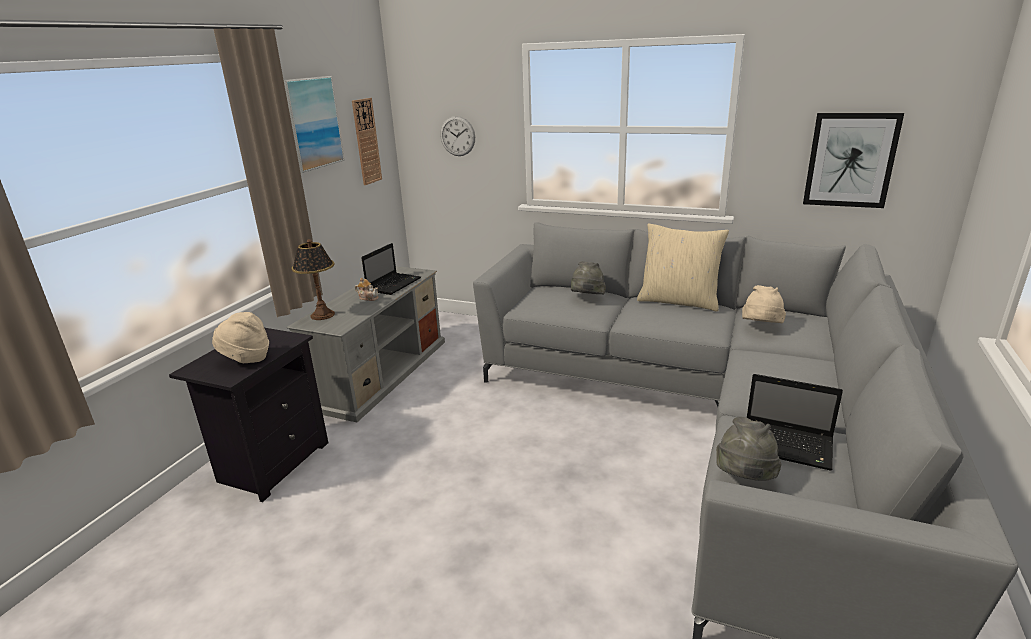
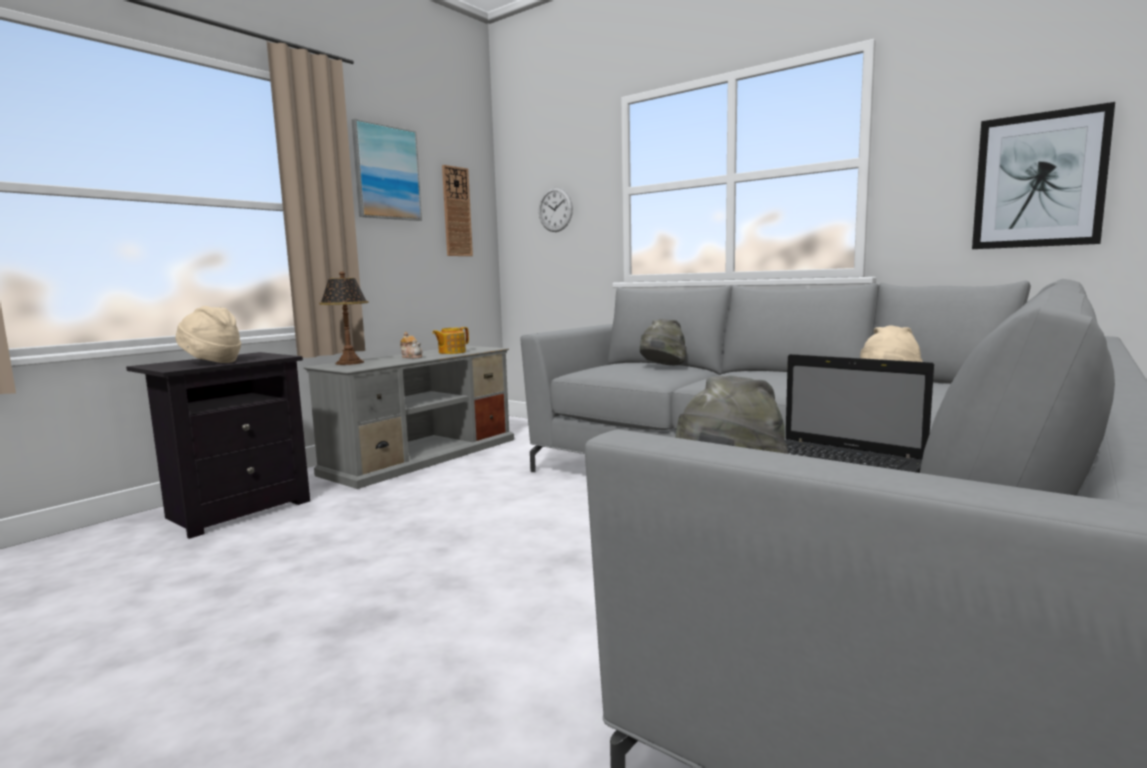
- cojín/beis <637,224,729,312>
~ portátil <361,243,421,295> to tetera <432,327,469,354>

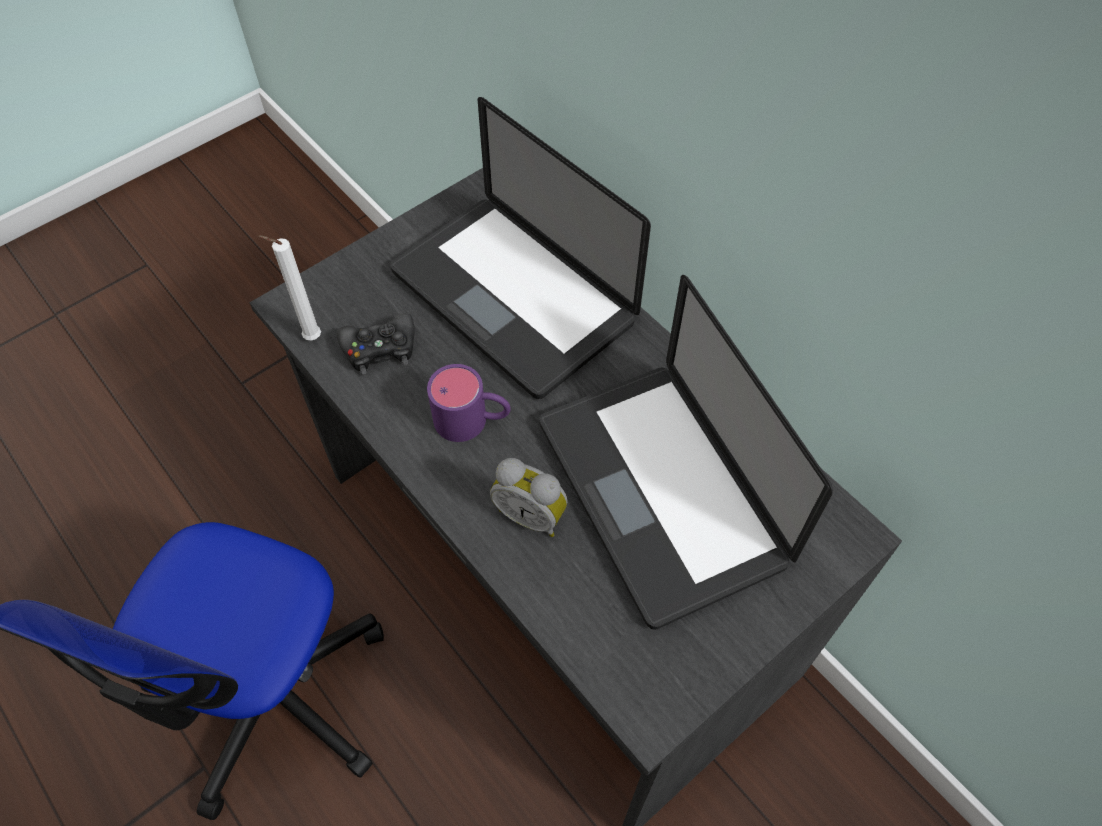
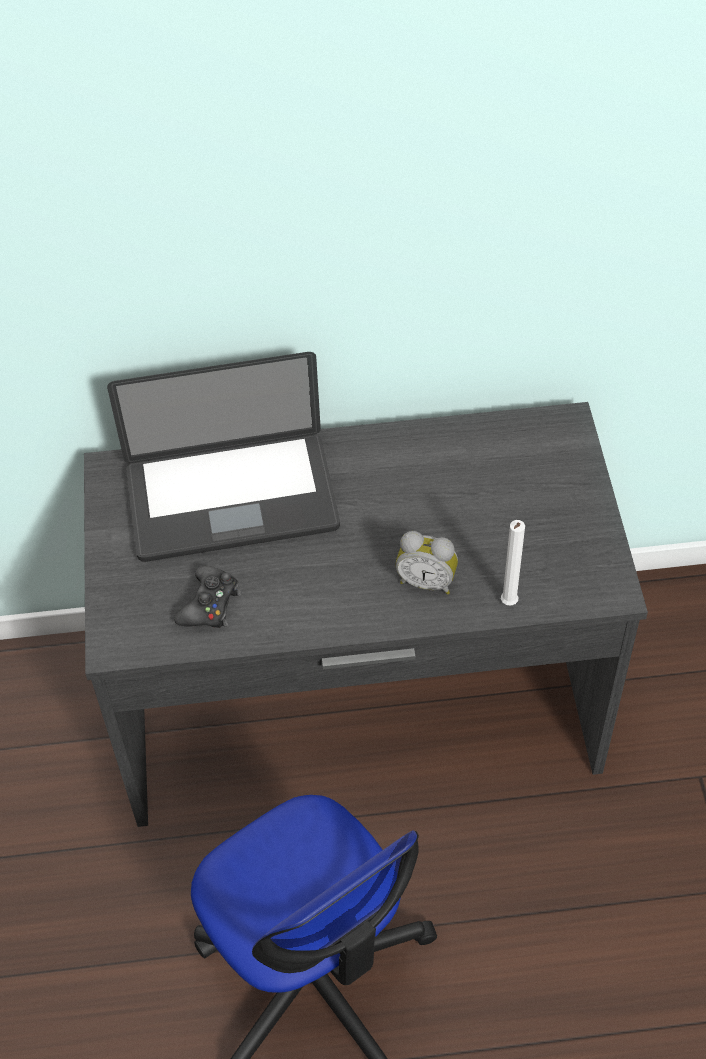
~ vela/blanco <258,235,321,340> to <501,520,525,606>
- portátil <539,275,833,630>
- taza grande/morado <427,364,511,442>
~ despertador <490,458,568,537> = <395,531,458,594> 45 degrees clockwise

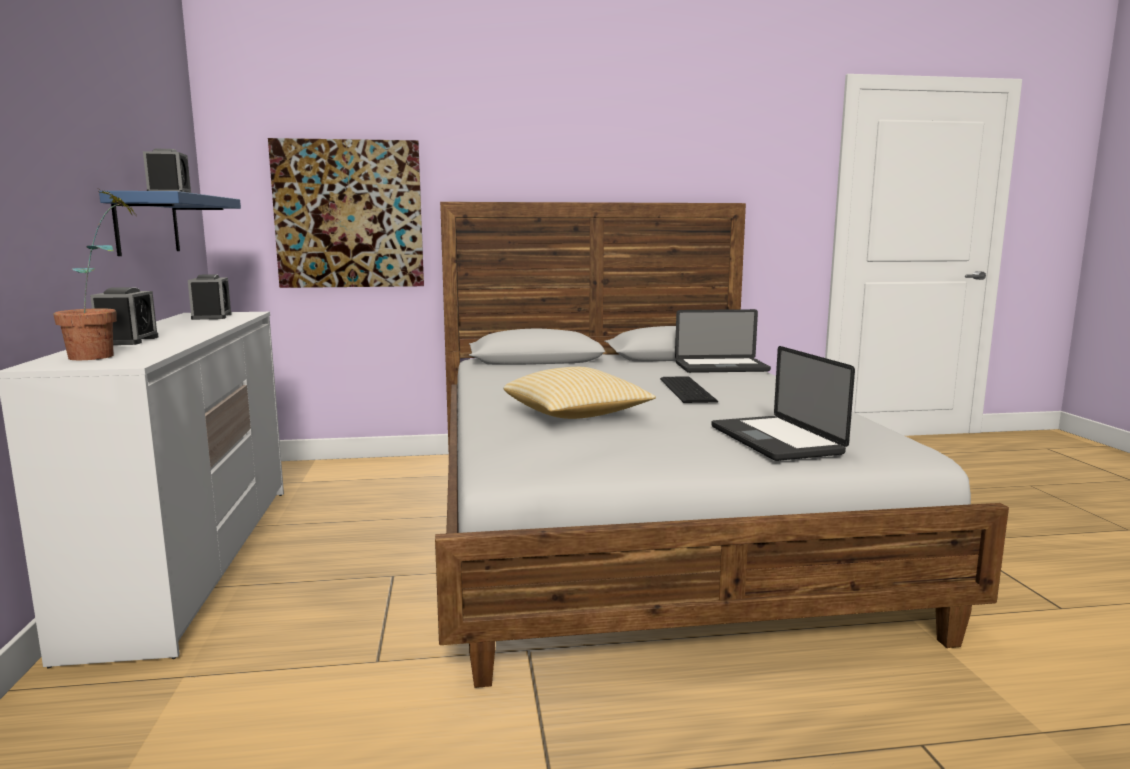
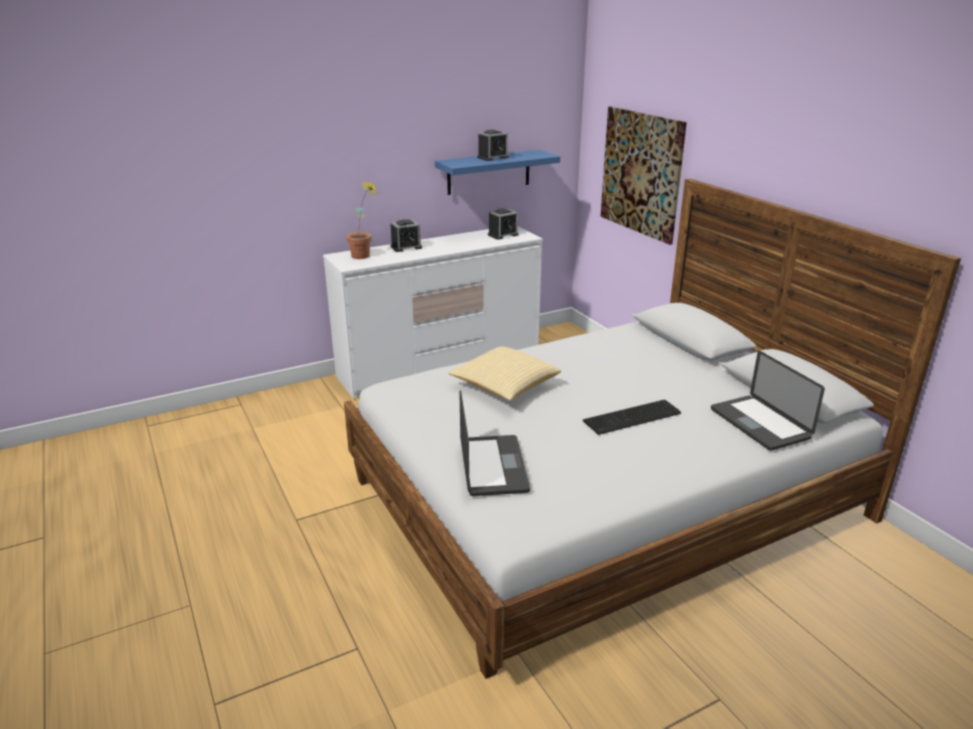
~ portátil <712,346,855,461> = <460,390,530,496> 120 degrees clockwise

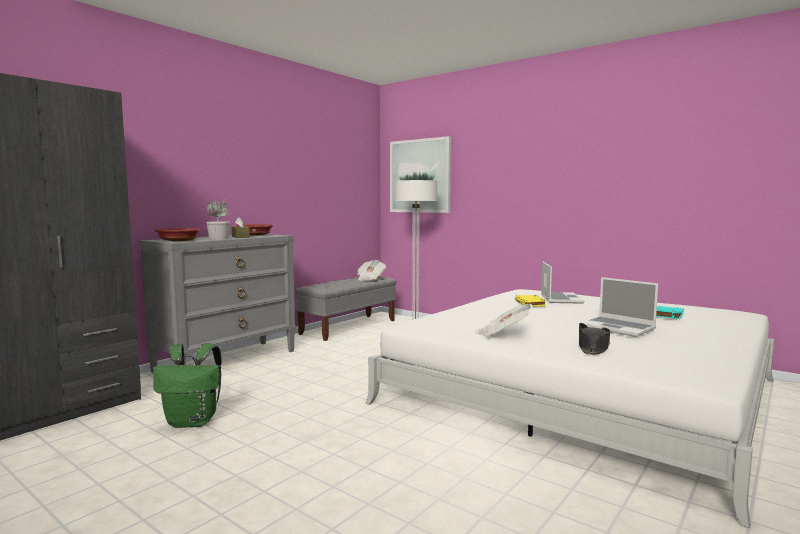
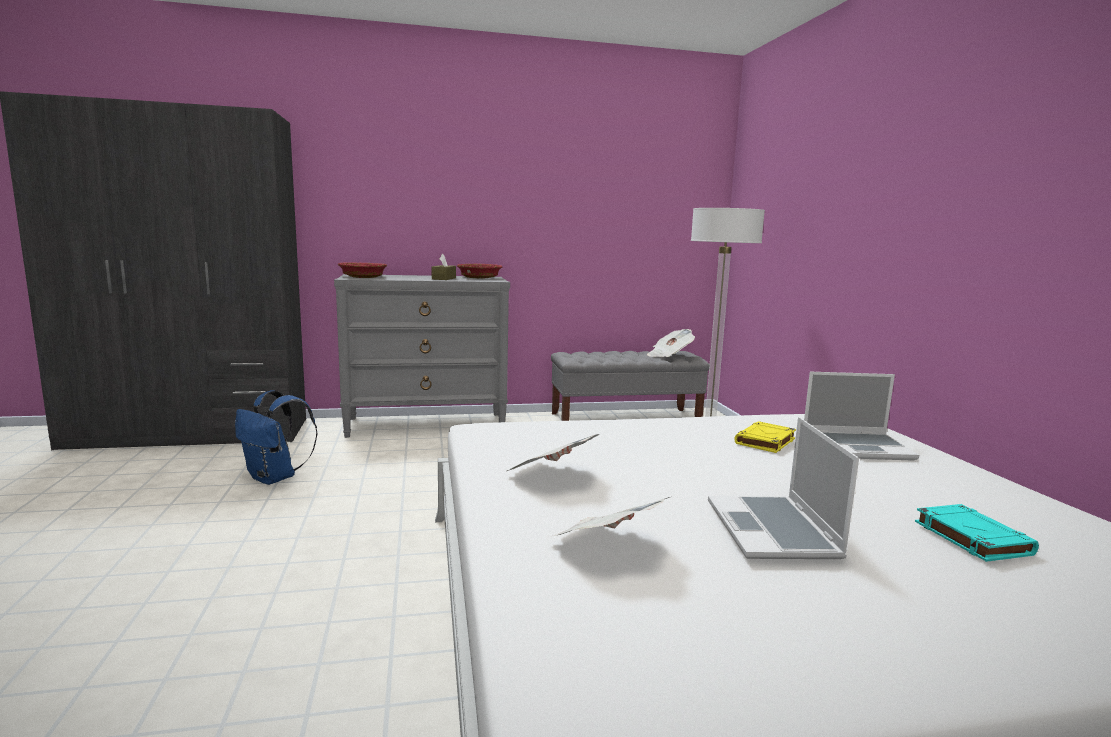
- cuadro <390,136,451,213>
- planta en maceta <206,199,230,240>
~ portátil <541,262,585,304> = <804,372,919,461> 45 degrees clockwise
~ sombrero/negro <579,323,610,354> to periódico <550,497,670,537>
~ mochila/verde <153,343,222,428> to mochila/azul <235,390,317,485>

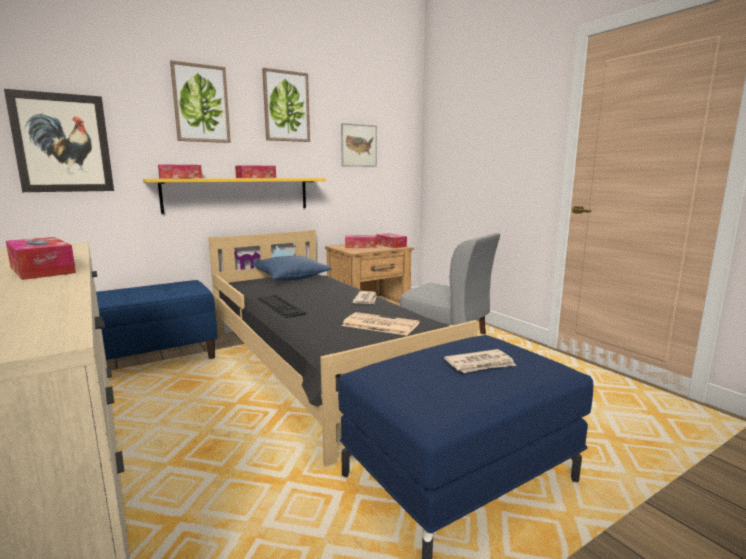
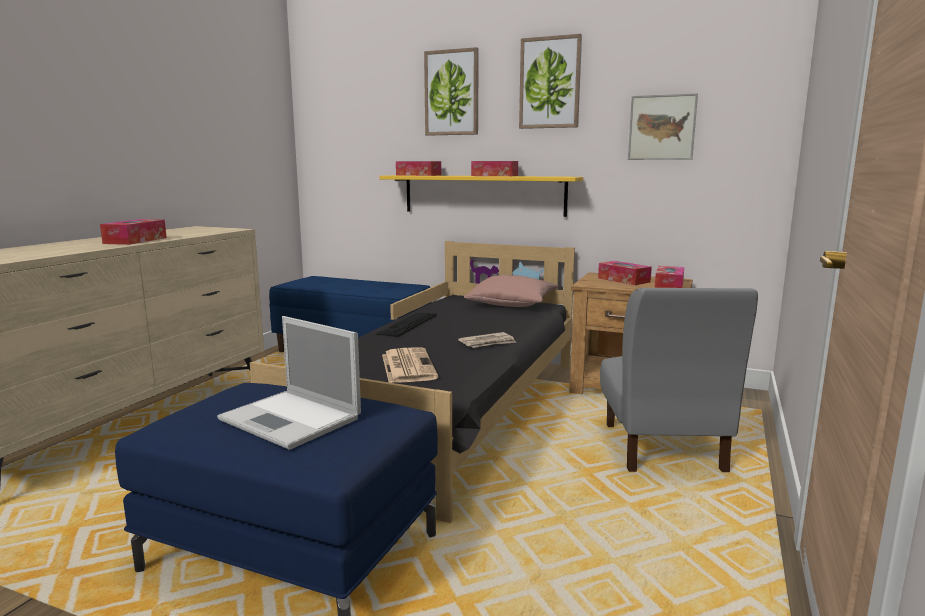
- cuadro <4,89,114,192>
~ cojín/azul <252,256,332,281> to cojín/rosa <464,275,559,307>
~ periódico <444,349,516,373> to portátil <217,316,361,450>

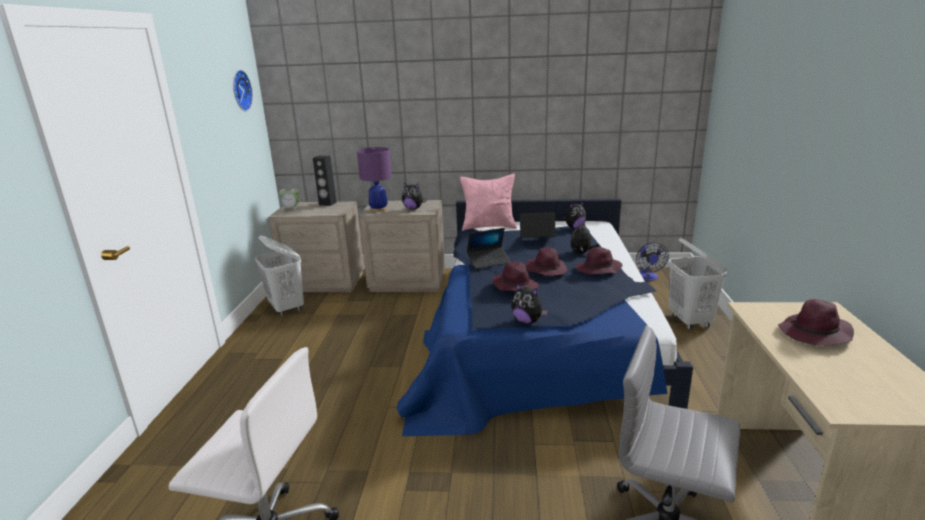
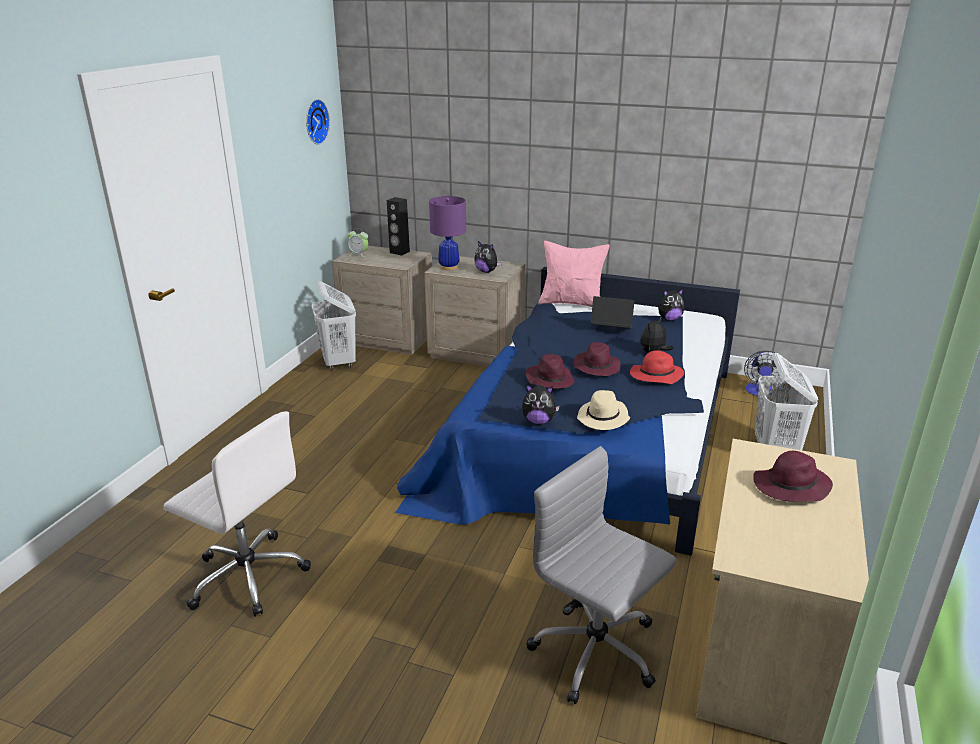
- portátil <467,228,511,269>
~ sombrero/morado <576,247,622,274> to sombrero/rojo <630,350,684,384>
~ peluche <511,283,548,324> = <522,384,560,424> 45 degrees counterclockwise
+ sombrero/beis <577,390,630,430>

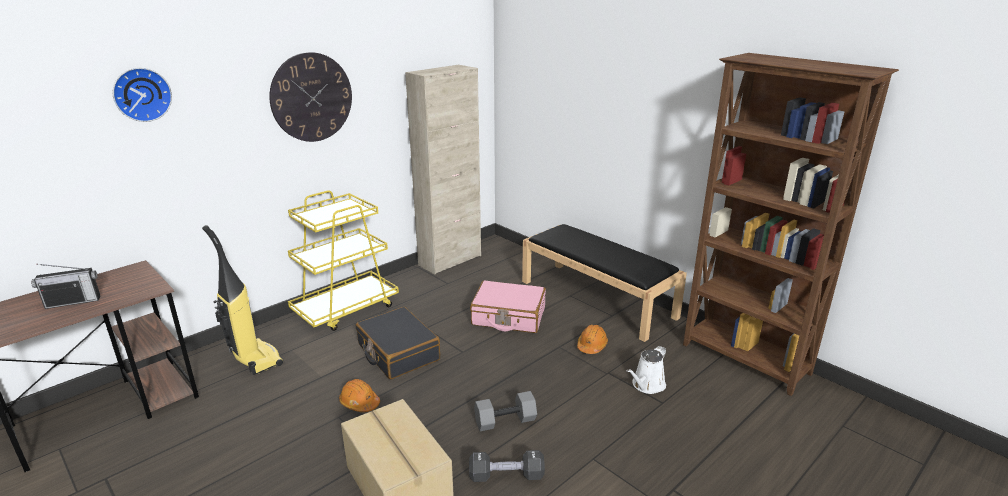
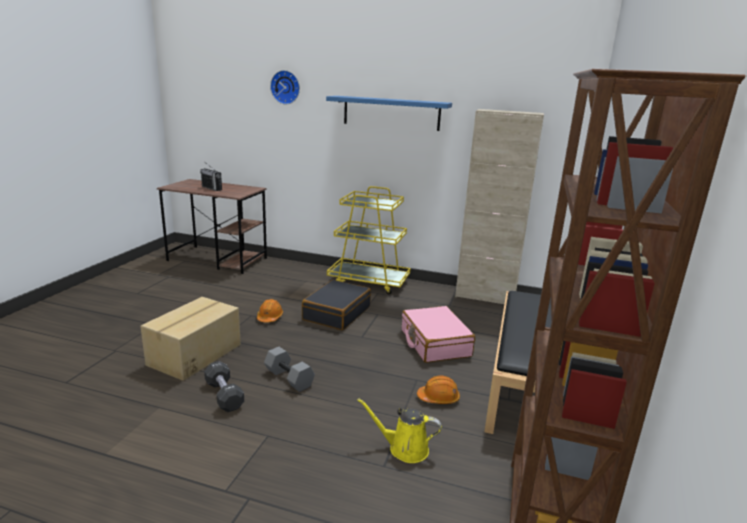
~ reloj de pared <269,52,352,142> to estante/azul <326,96,452,131>
- aspiradora <202,225,283,375>
~ regadera/blanco <627,346,666,394> to regadera/amarillo <357,398,442,463>

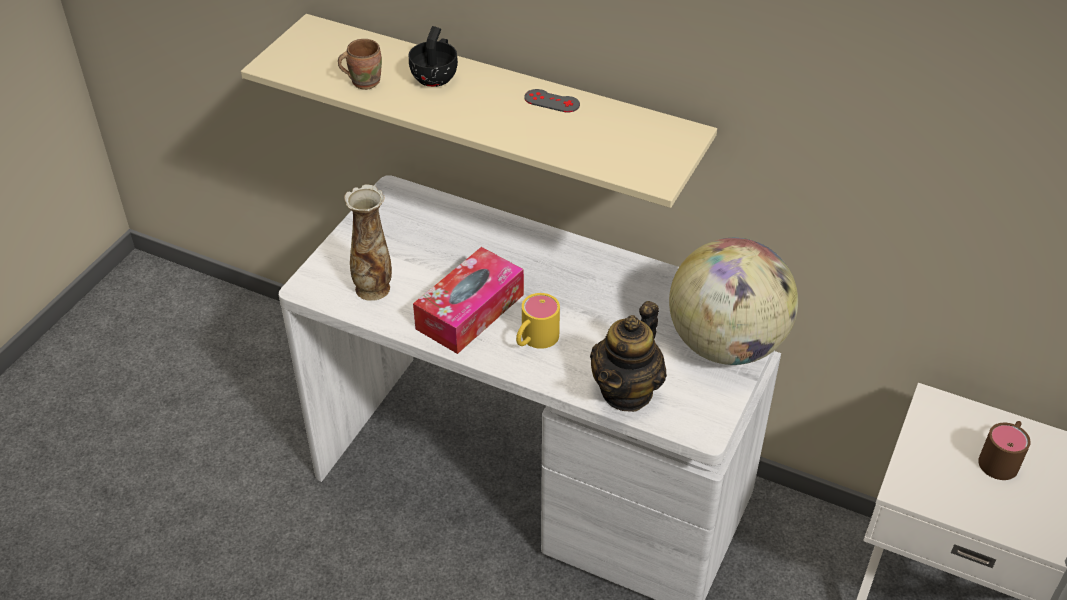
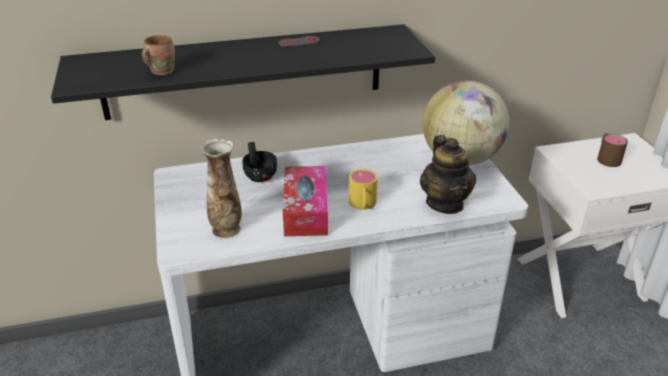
~ estante/beis <241,14,717,208> to estante/negro <51,24,435,120>
~ taza/negro <409,26,458,87> to <242,142,277,182>

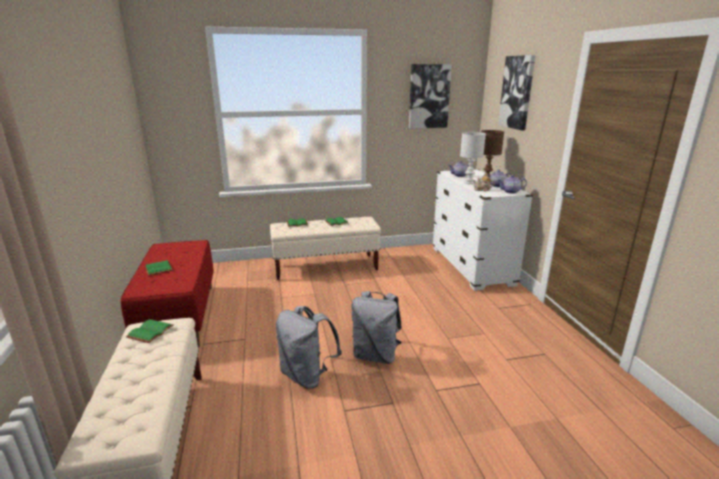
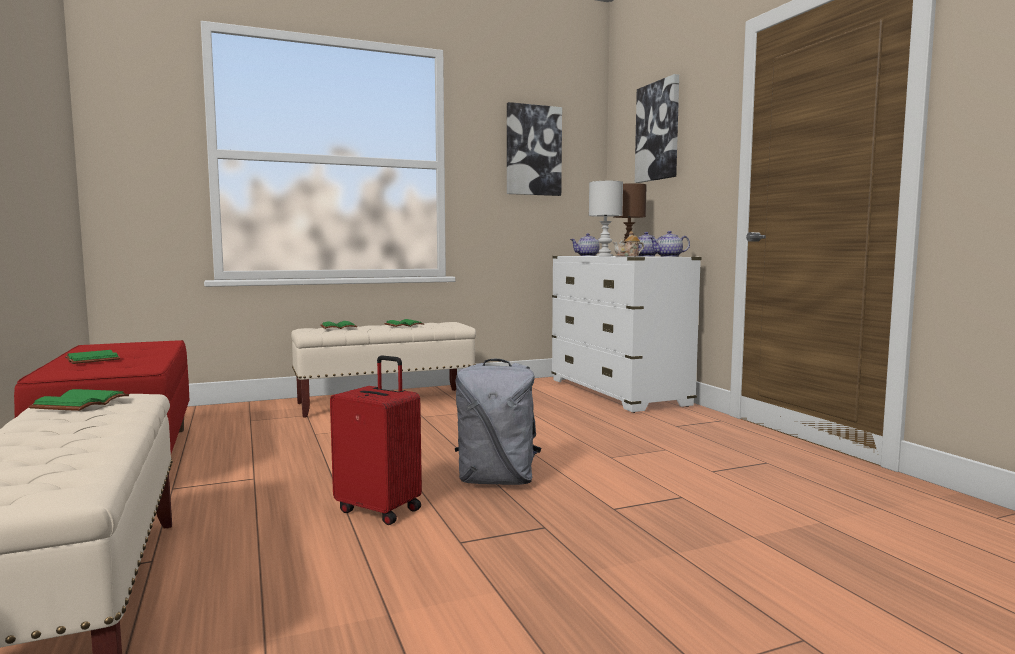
~ mochila/gris <276,306,342,389> to maleta/rojo <330,355,422,525>

